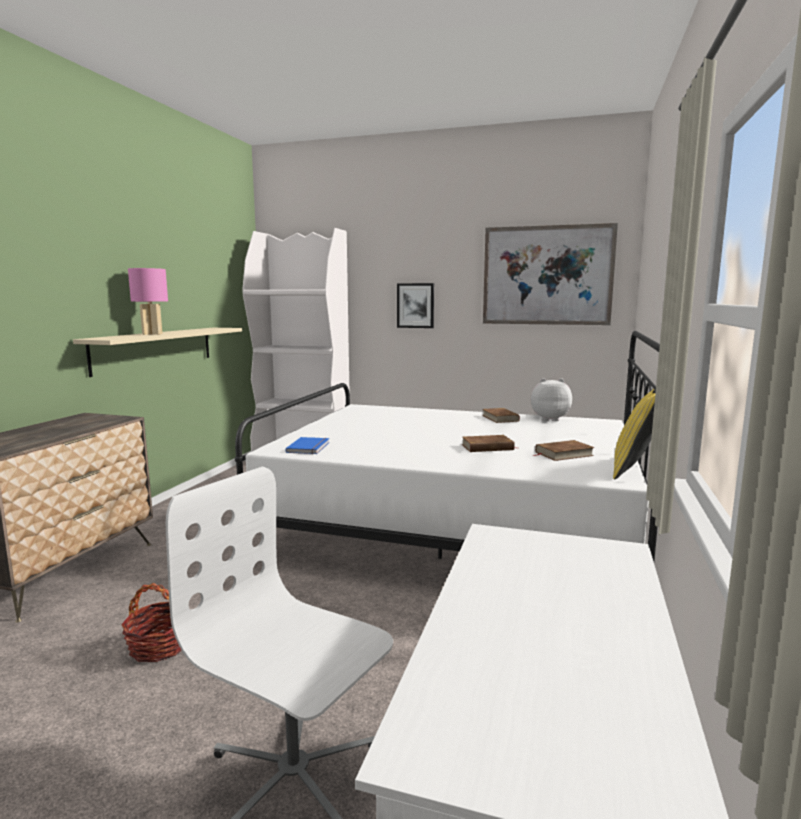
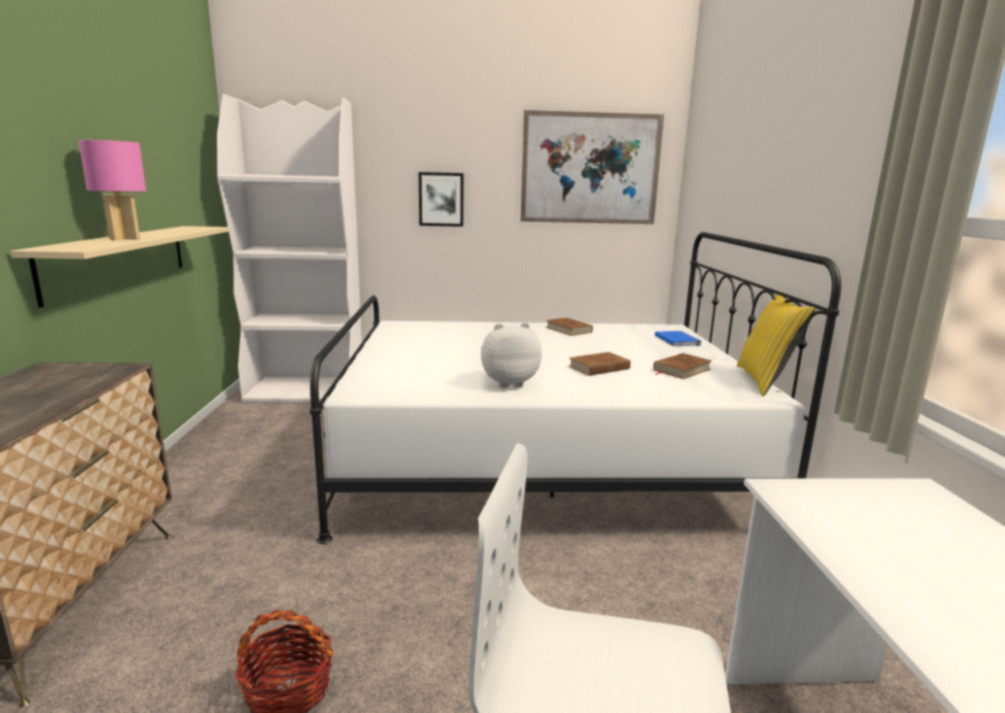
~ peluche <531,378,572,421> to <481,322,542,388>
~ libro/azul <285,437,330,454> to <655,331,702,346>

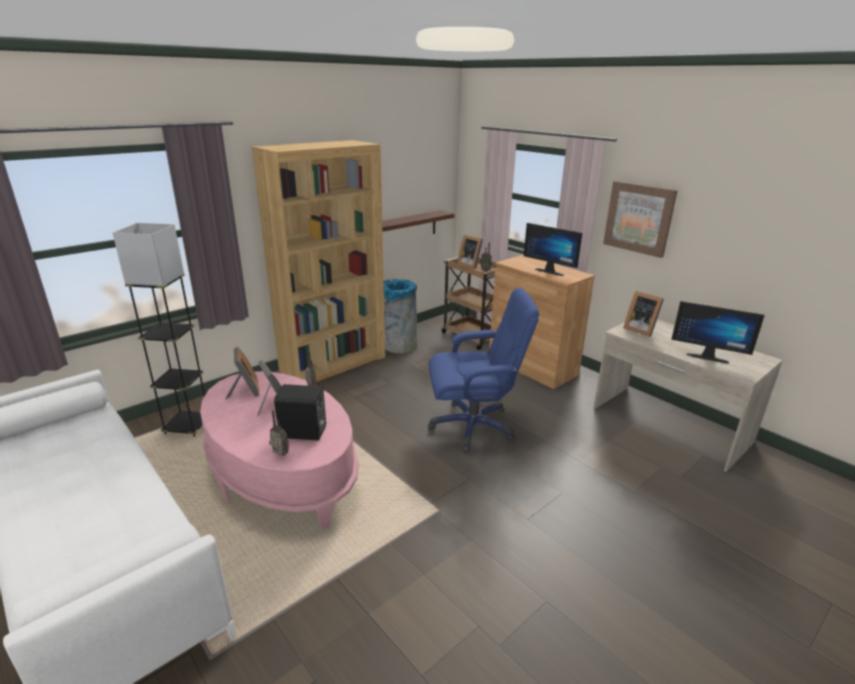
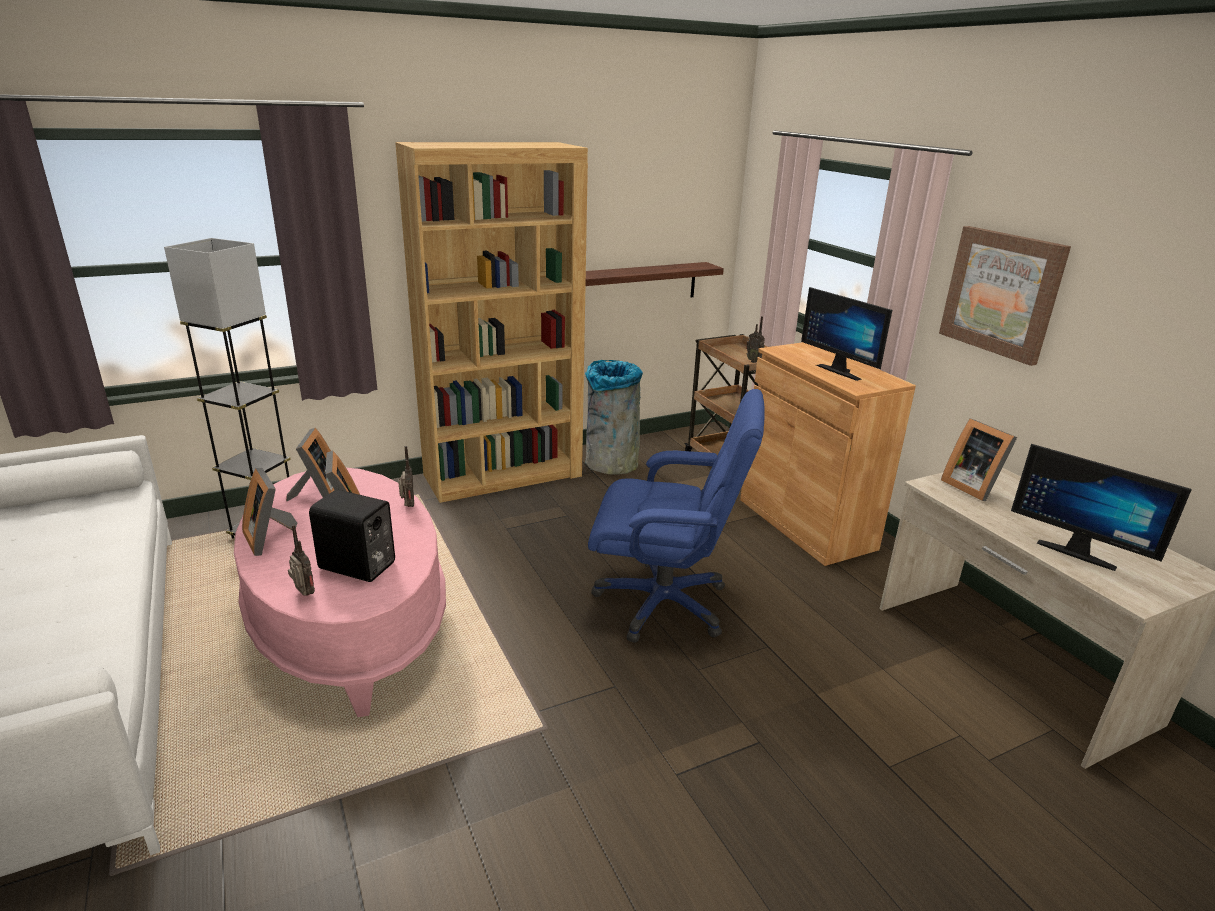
~ portarretratos <457,235,483,269> to <242,468,297,556>

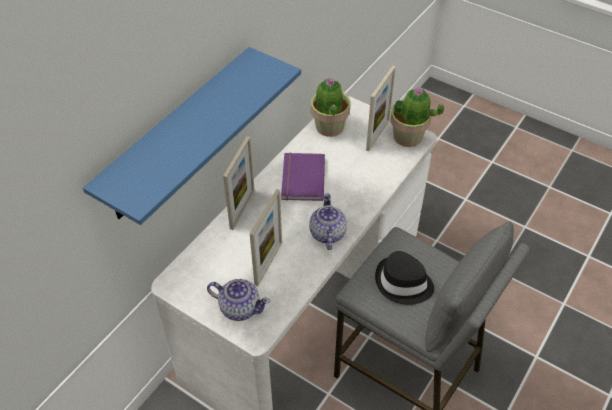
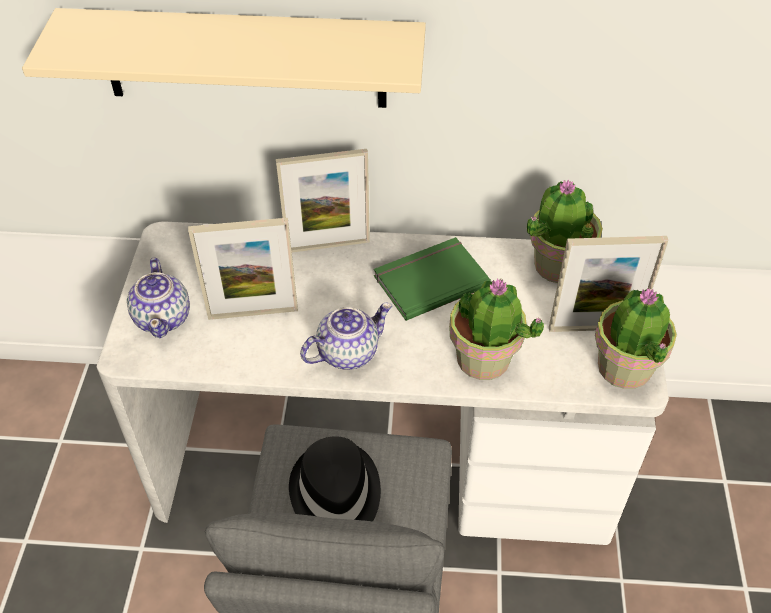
~ estante/azul <83,47,301,225> to estante/beis <22,8,426,108>
~ libro/morado <281,153,325,201> to libro/verde <374,237,491,321>
+ planta en maceta <449,279,544,380>

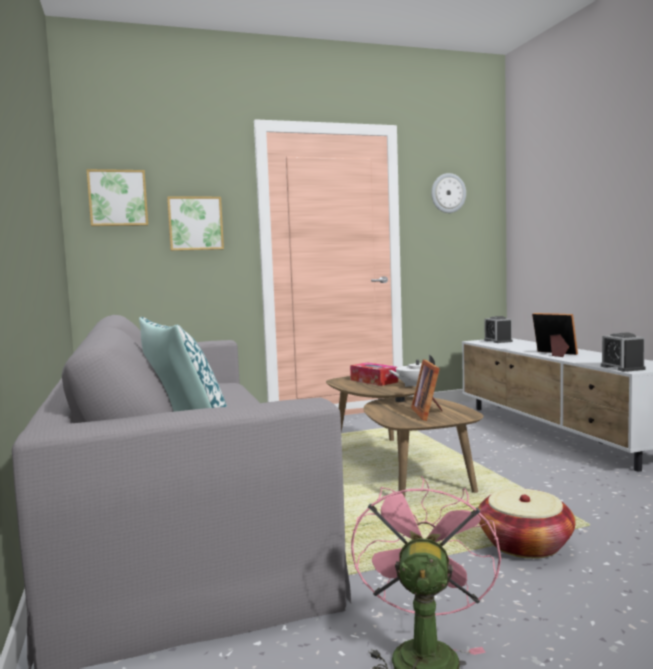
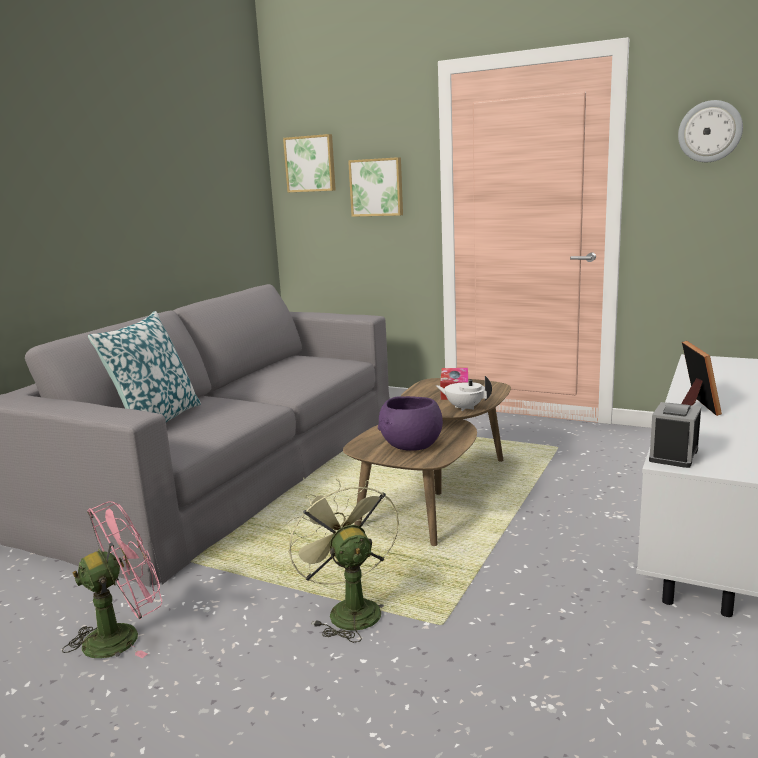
- despertador <484,316,512,343>
~ portarretratos <411,359,442,421> to cuenco/morado <378,396,443,451>
~ cesta <477,488,575,559> to ventilador/verde <286,478,399,643>

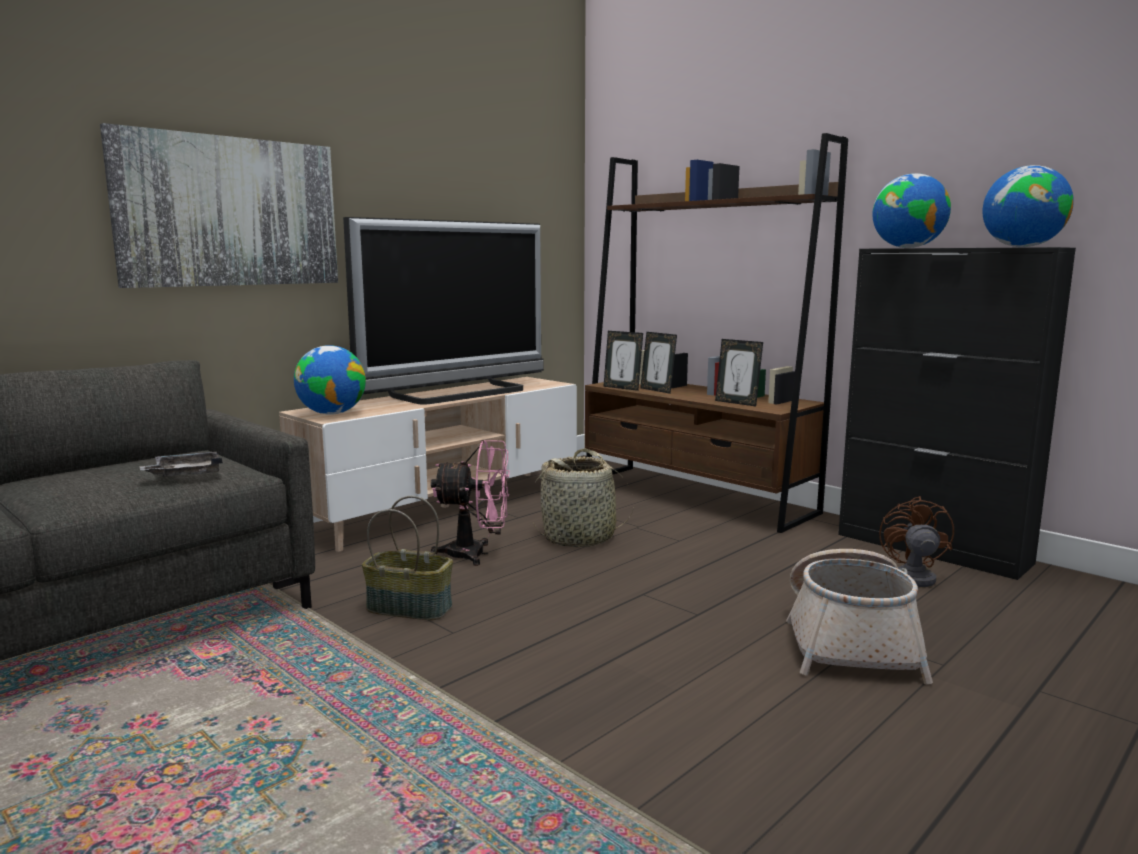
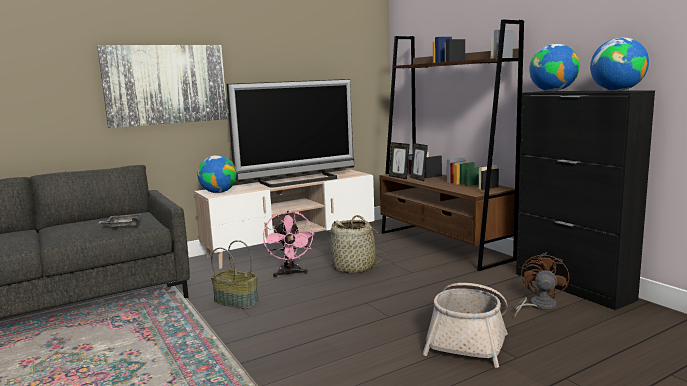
- portarretratos <715,339,763,406>
~ ventilador/rosa <431,440,510,566> = <263,211,315,278> 60 degrees clockwise

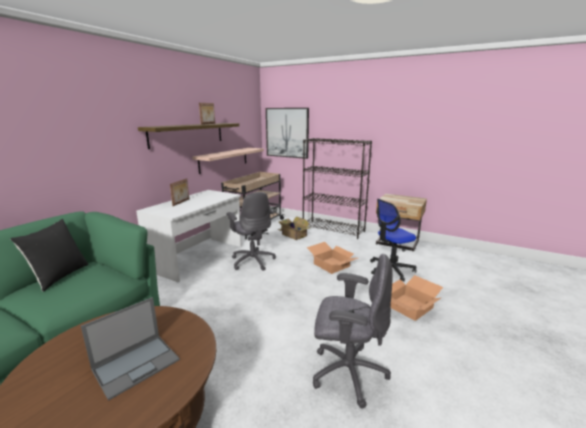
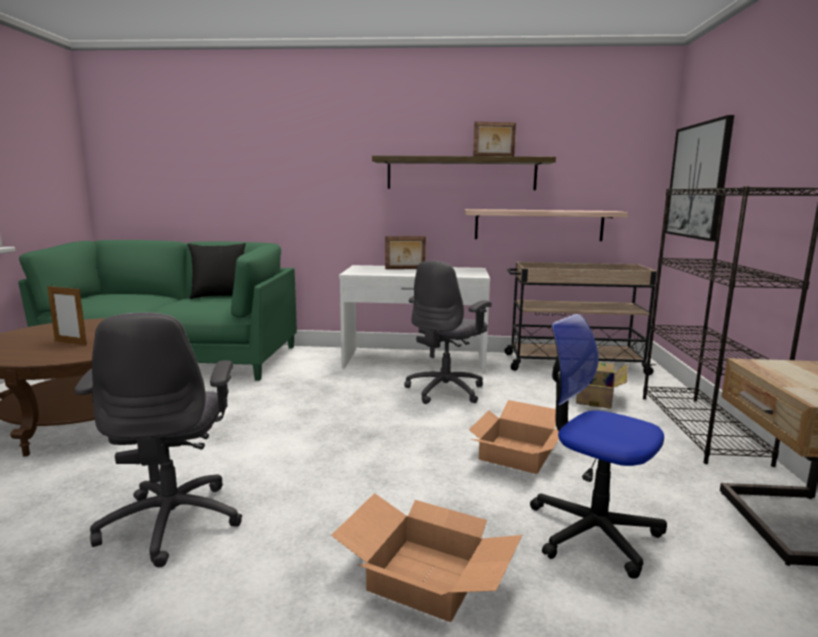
~ portátil <81,297,180,401> to portarretratos <47,285,87,345>

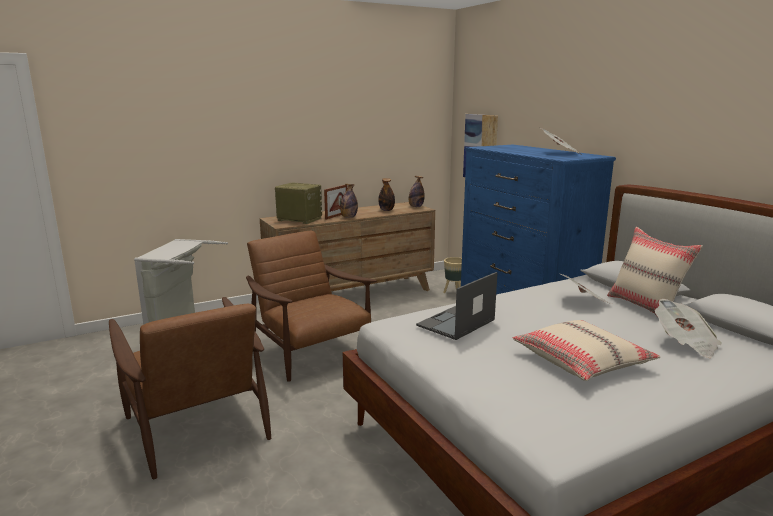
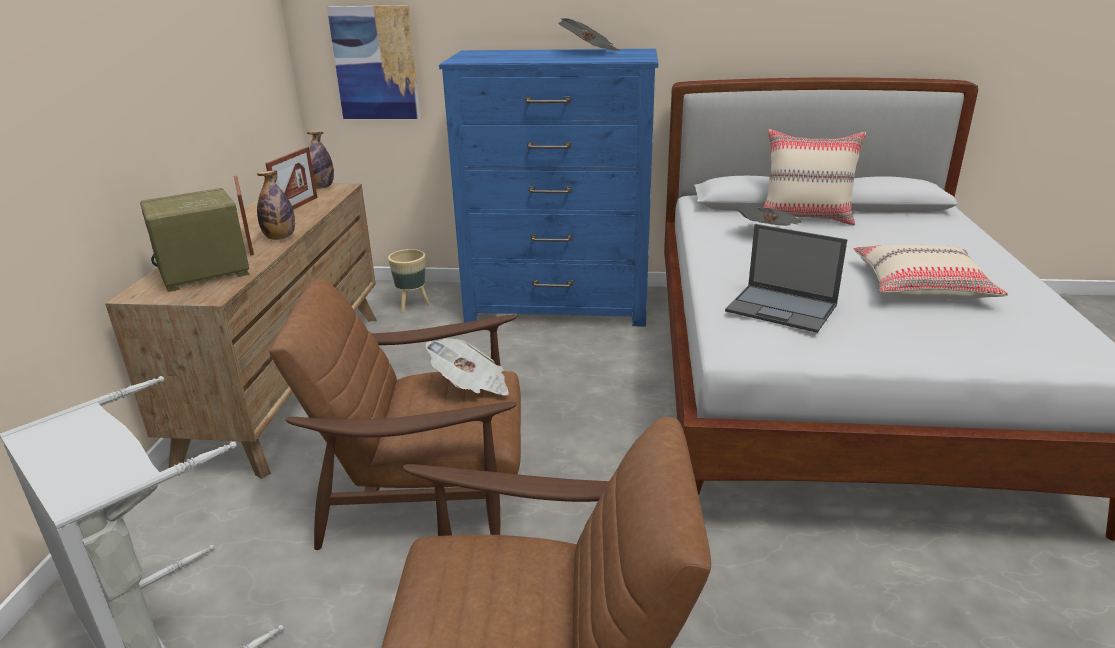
~ botella <378,178,395,211> to portarretratos <265,147,317,210>
~ portátil <416,272,498,340> = <725,224,847,333> 45 degrees counterclockwise
~ periódico <655,299,721,358> to <425,338,509,395>

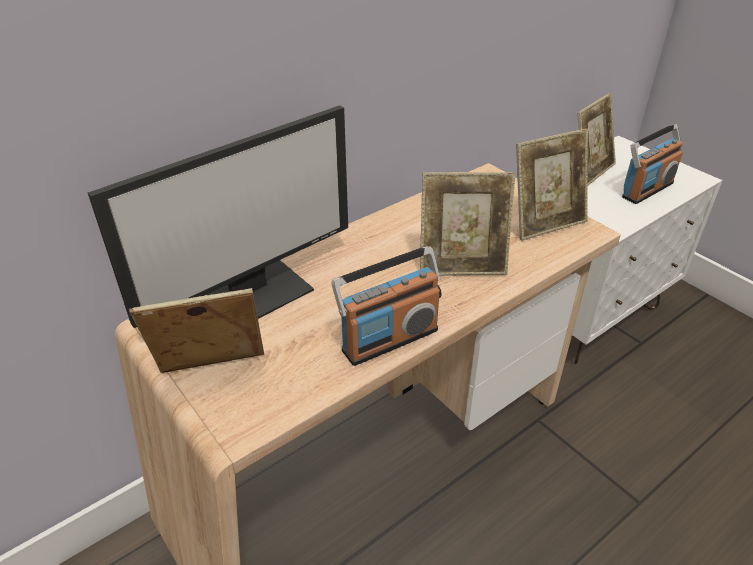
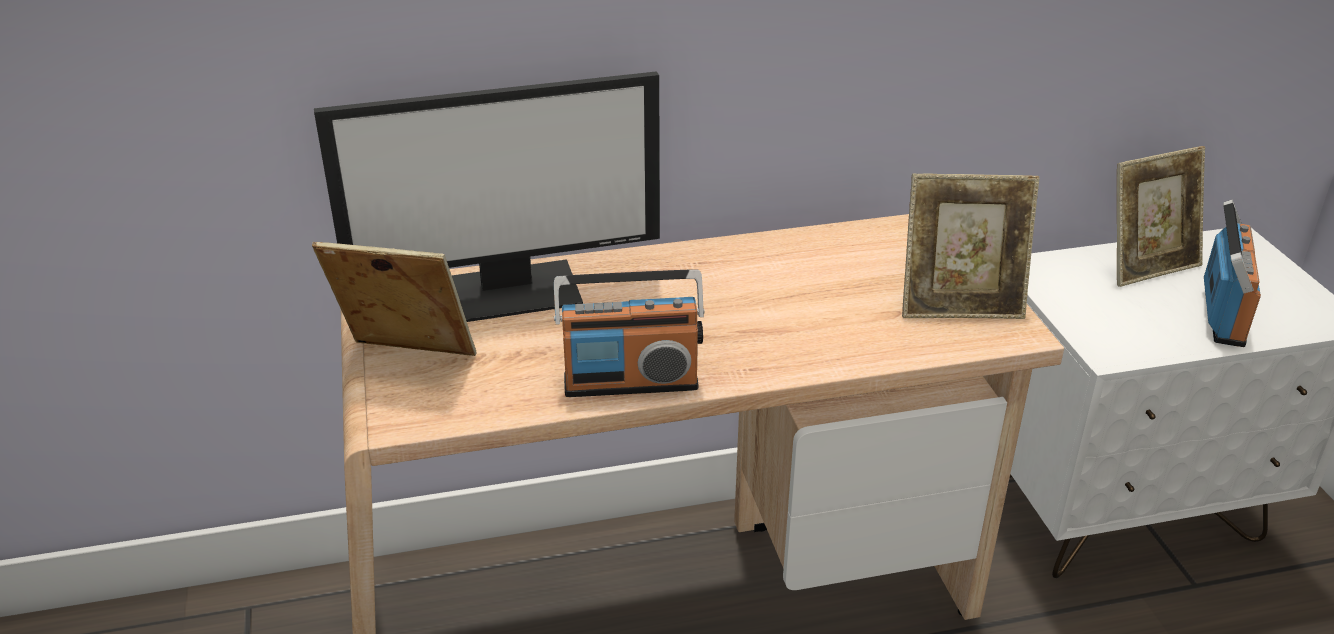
~ radio <622,124,683,204> = <1204,200,1261,347> 60 degrees counterclockwise
- portarretratos <420,172,516,276>

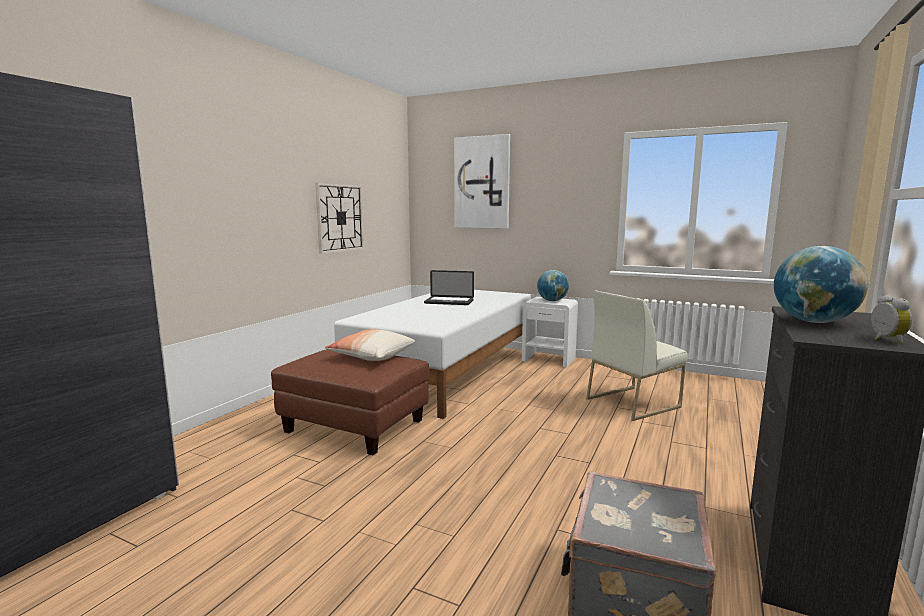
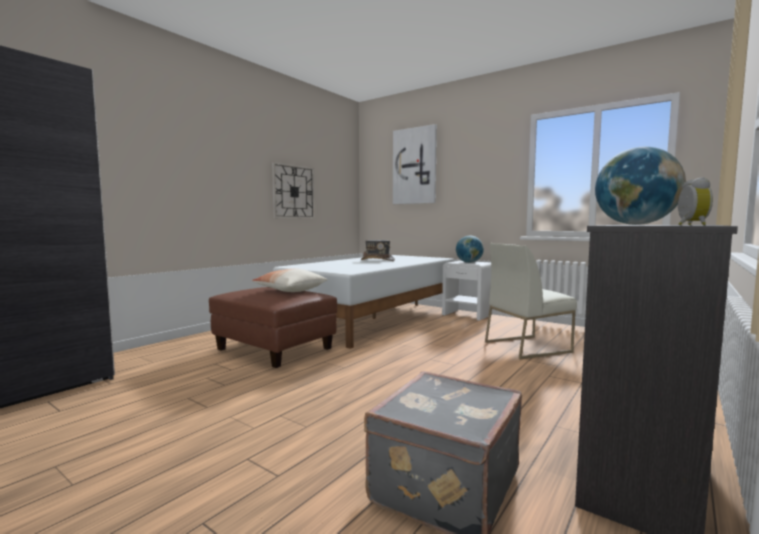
~ portátil <424,270,474,305> to sombrero/gris <361,240,395,261>

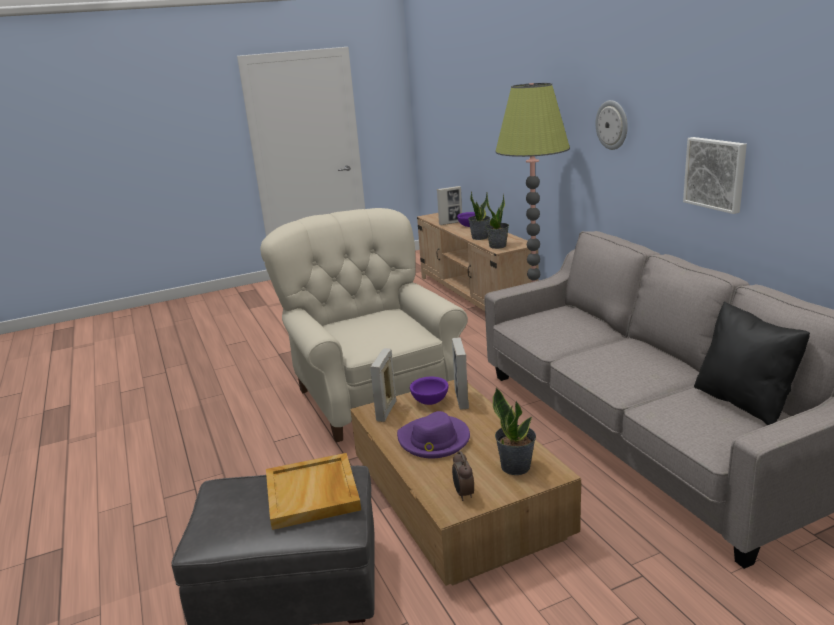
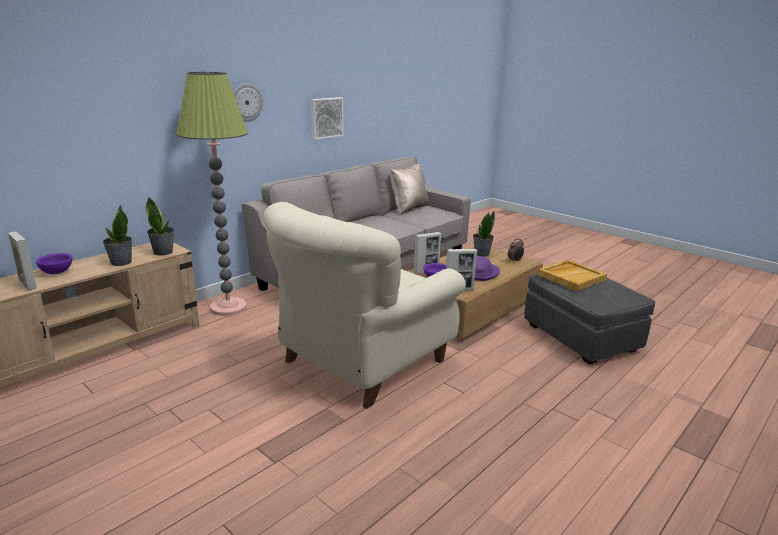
~ cojín/negro <694,301,810,425> to cojín/beis <390,163,430,214>

